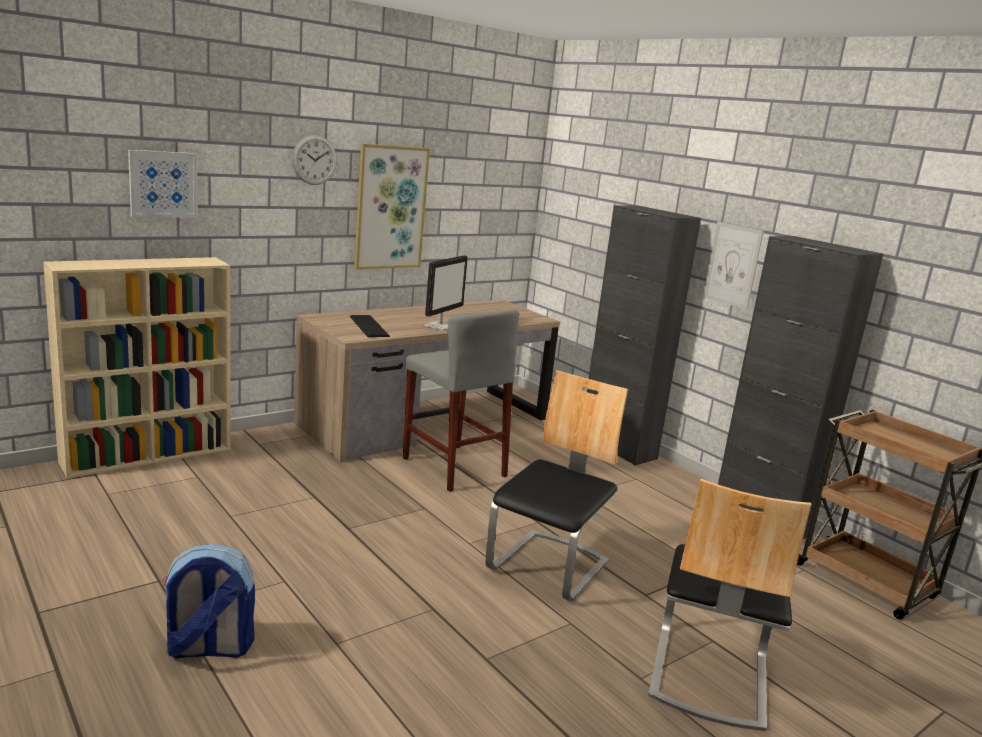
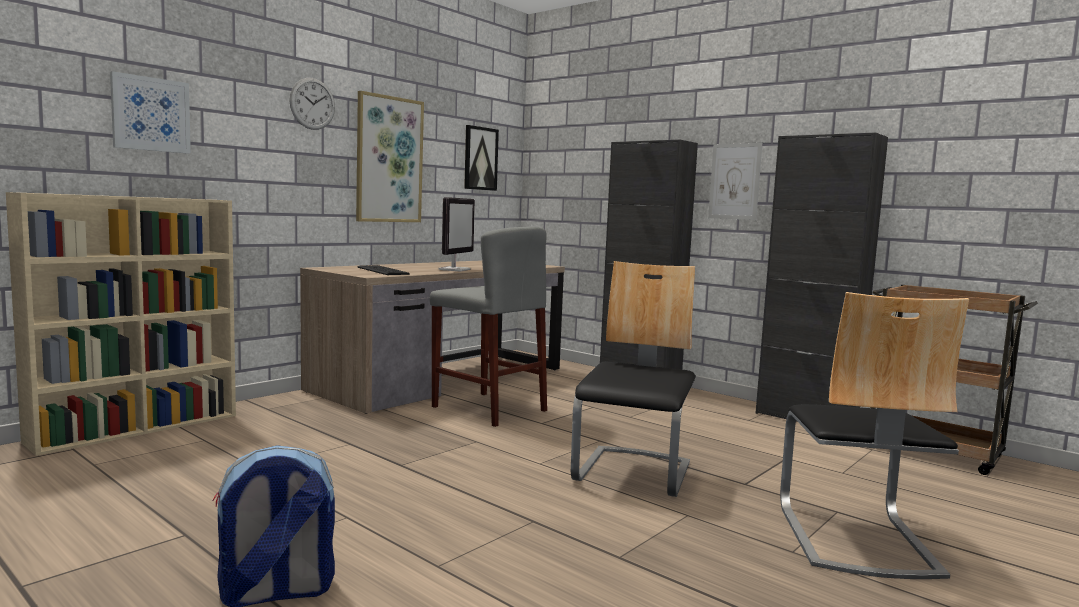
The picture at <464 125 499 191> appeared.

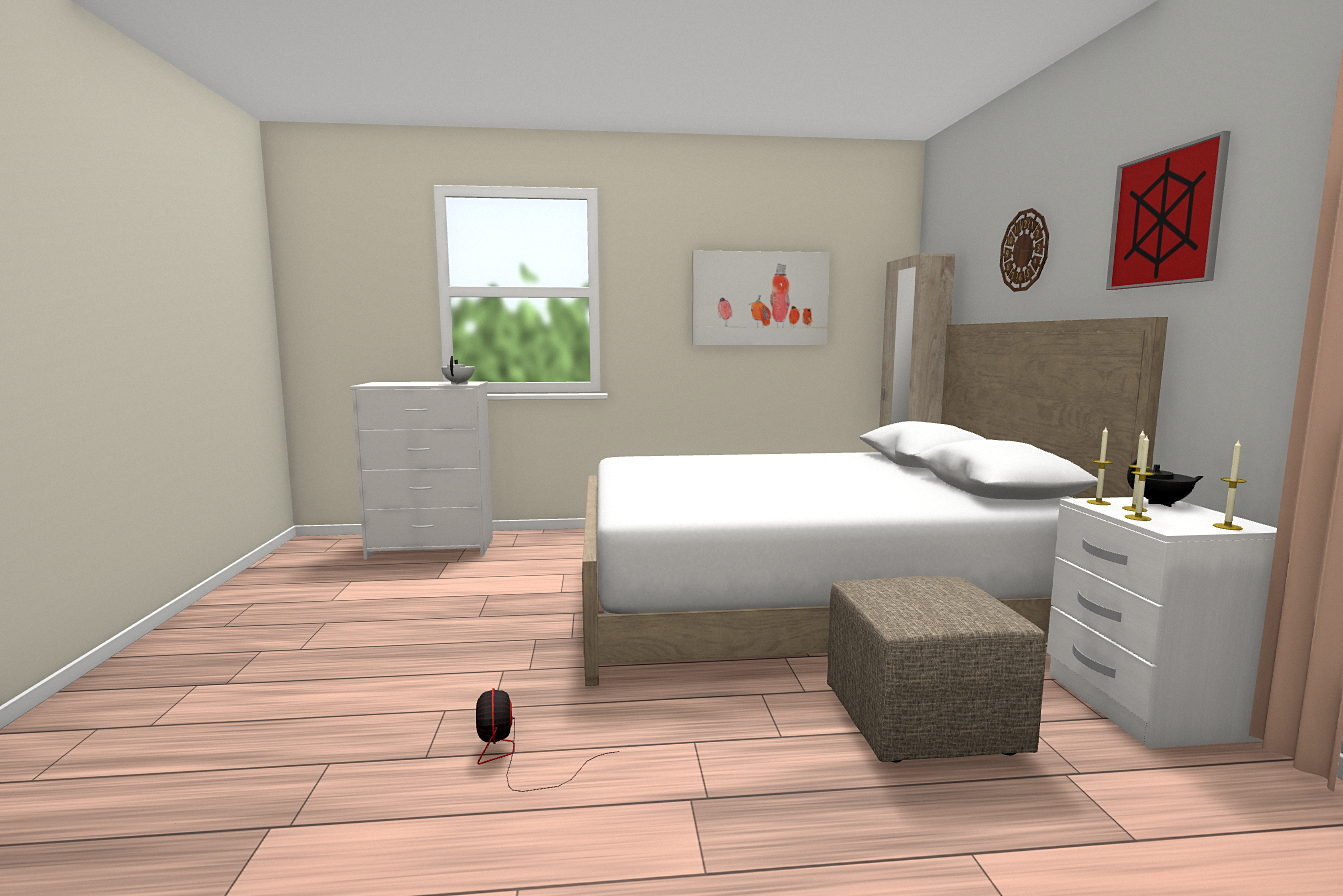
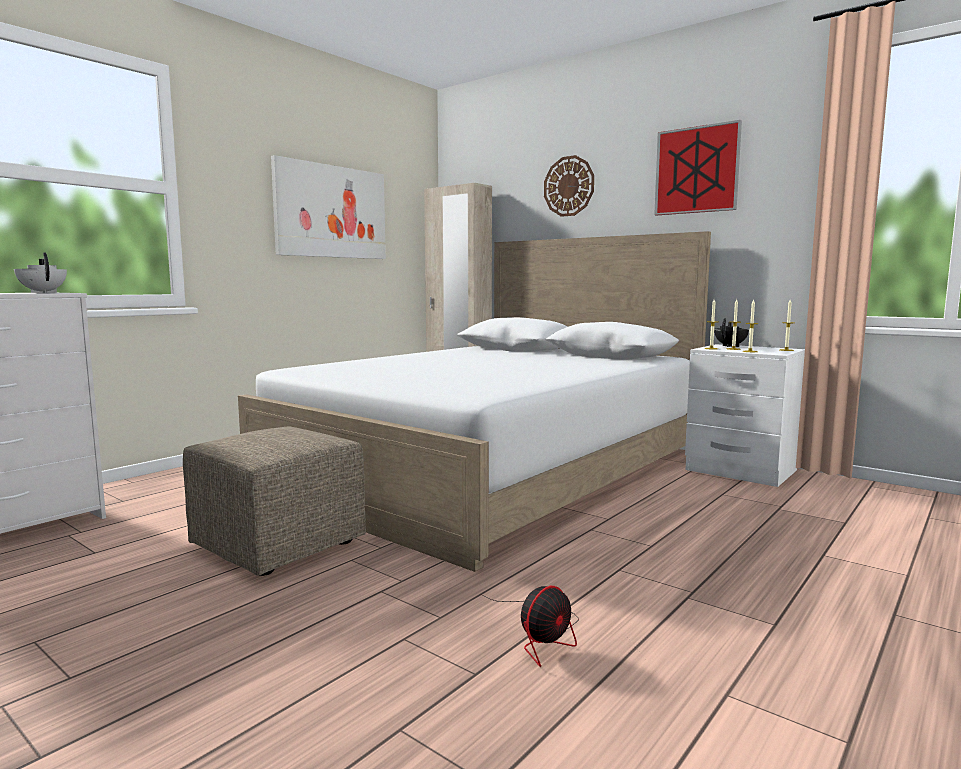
The pouffe (sand-coloured) moved from <827 576 1046 763> to <183 426 366 576>. The electric fan at <476 688 620 792> turned 75 degrees counterclockwise.

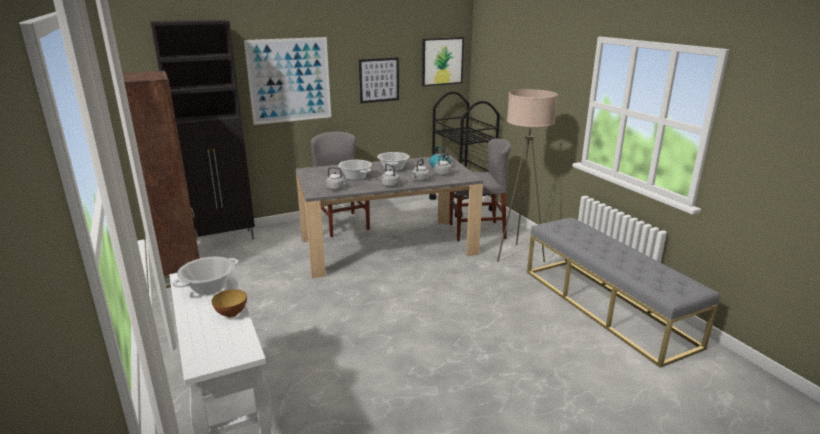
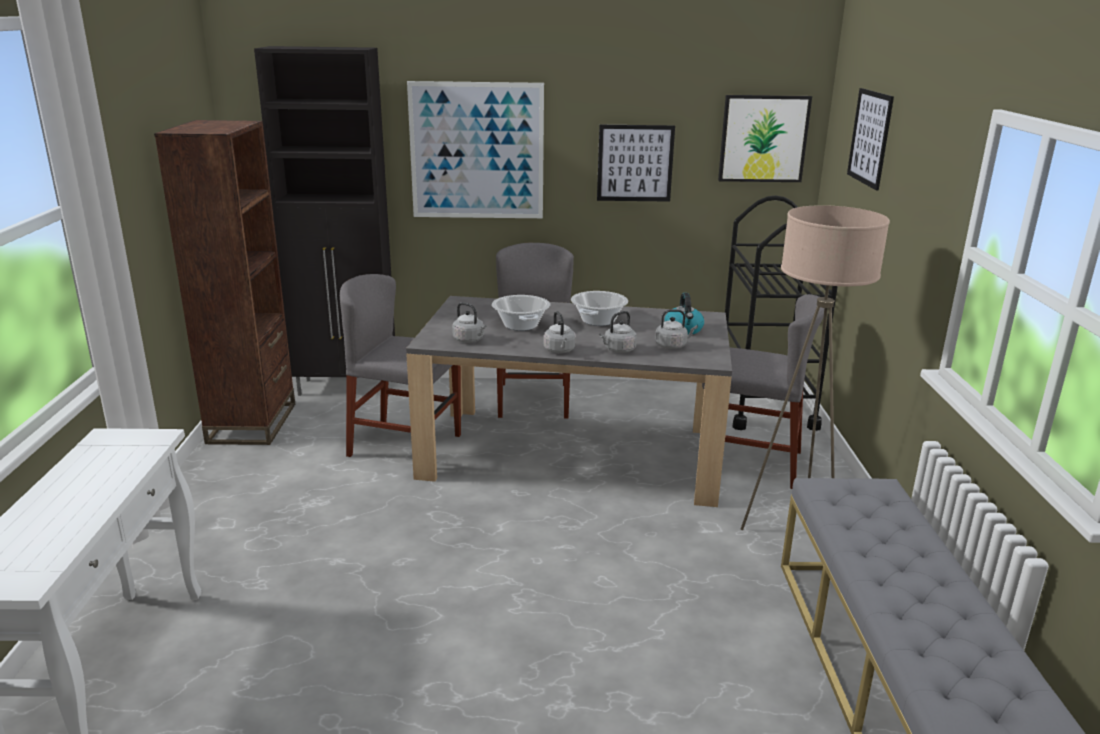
The stockpot at <172 257 239 295> disappeared. The bowl at <212 289 247 317> disappeared. The picture at <847 88 894 190> appeared. The plain chair (gray) at <340 274 461 457> appeared.

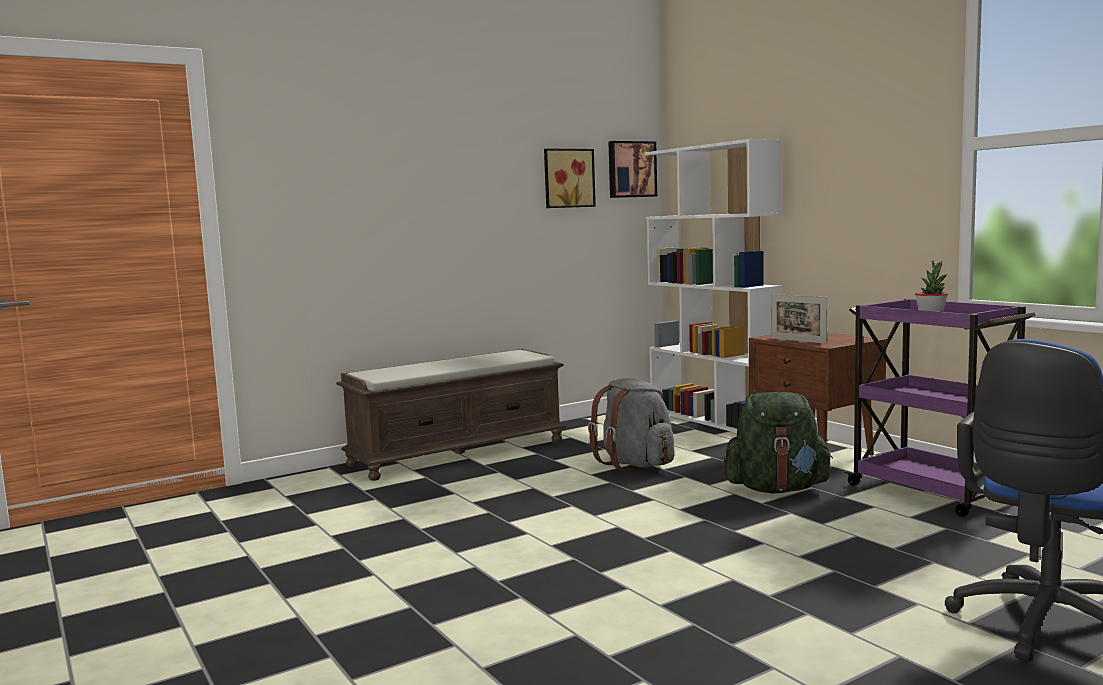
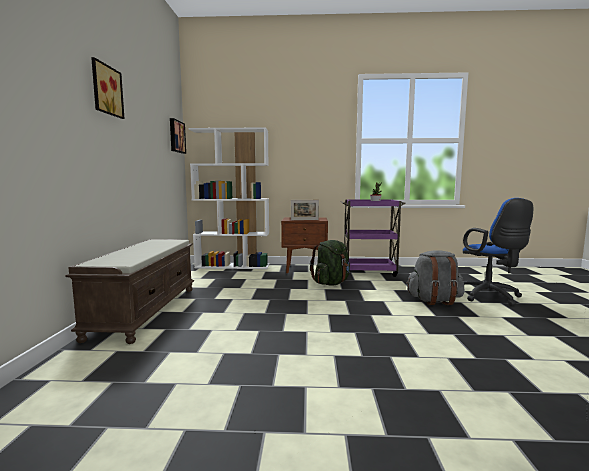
The picture moved from <544 149 596 208> to <91 57 125 119>. The knapsack (gray) moved from <588 378 675 471> to <406 250 465 305>.

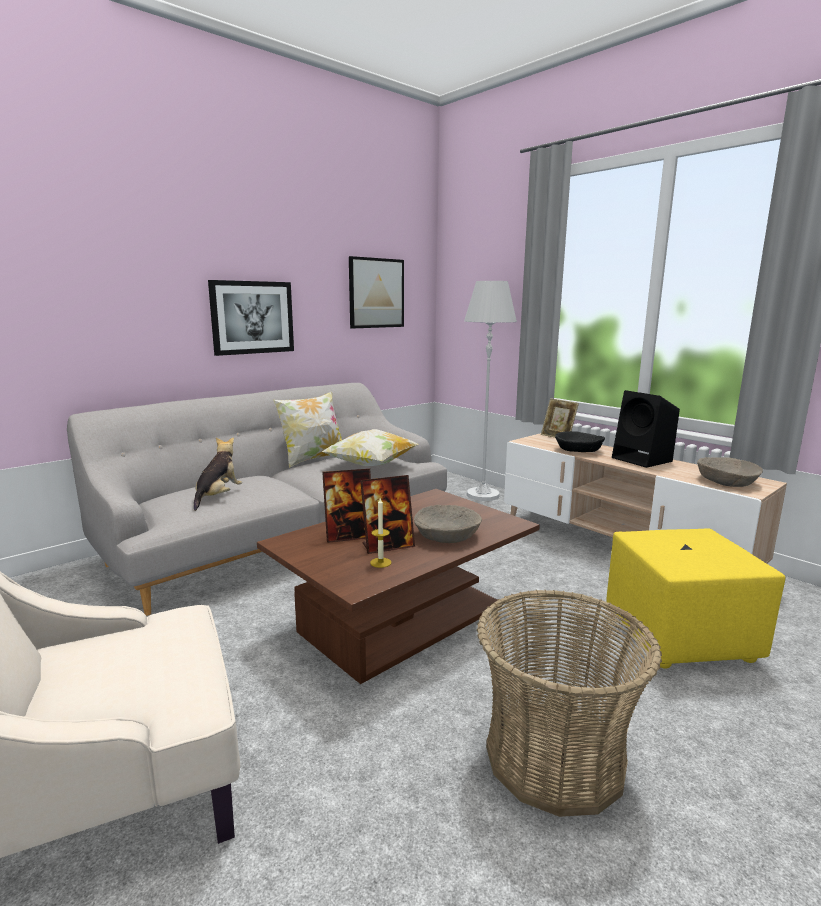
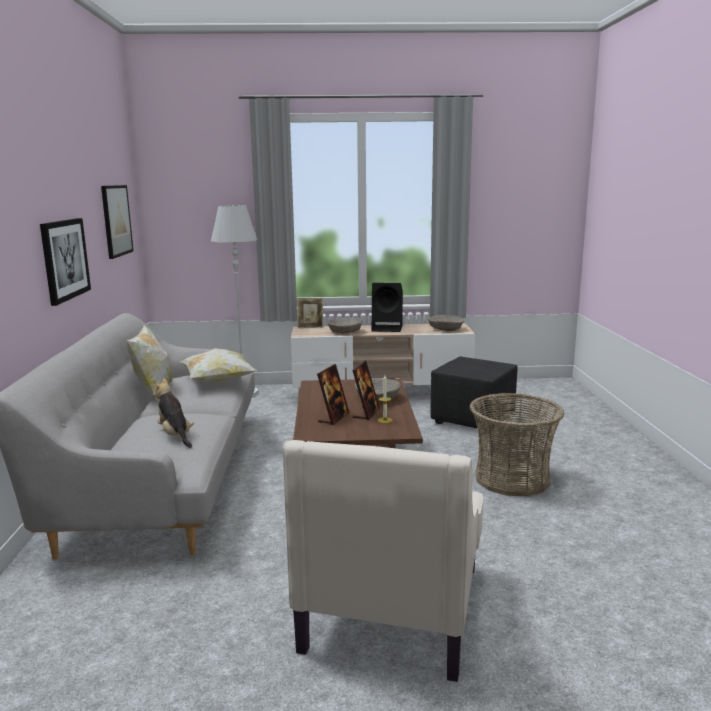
The bowl (black-coloured) at <555 431 605 452> became the bowl (sand-coloured) at <327 318 362 333>. The pouffe (yellow) at <606 528 786 669> became the pouffe (black-coloured) at <430 357 518 428>.

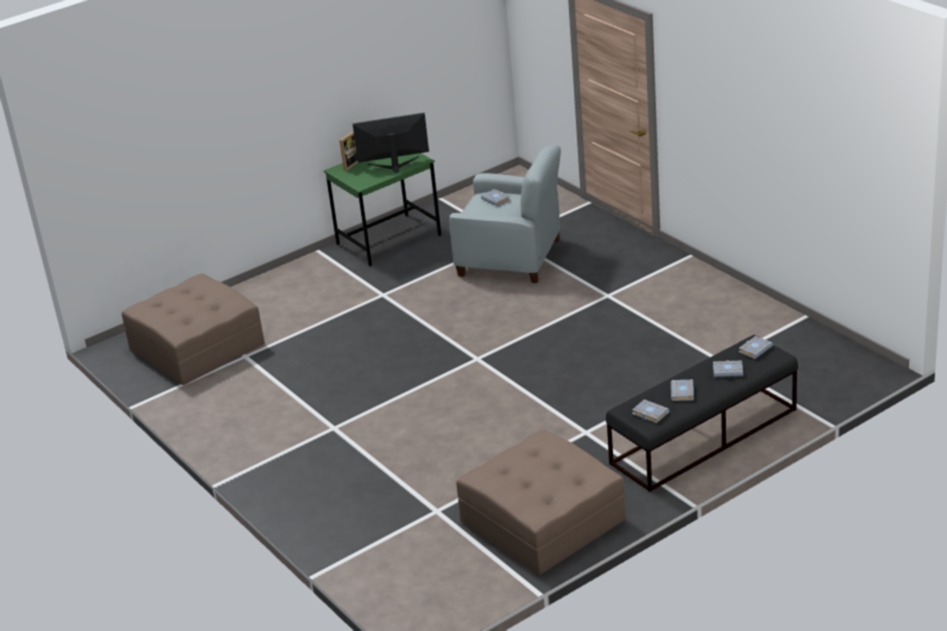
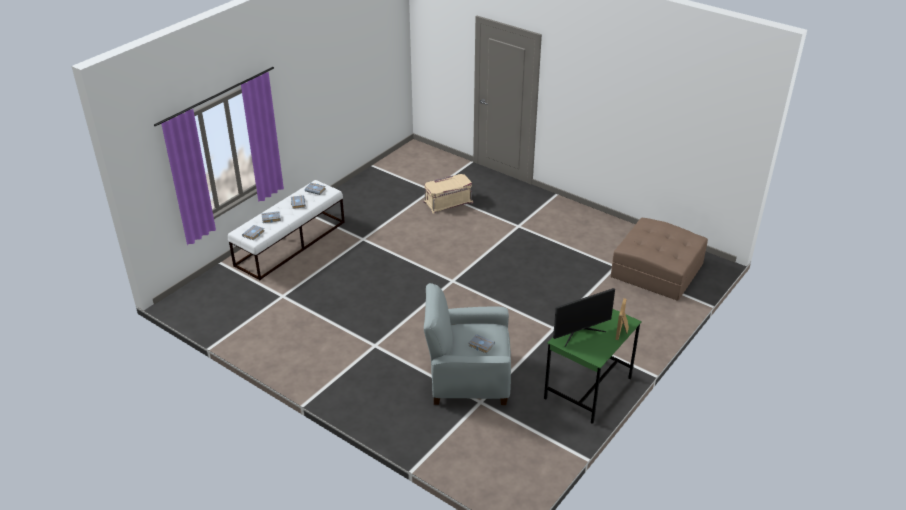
The indoor bench (black-coloured) at <606 335 798 492> became the indoor bench (whitish) at <228 180 345 280>. The pouffe (brownish) at <456 430 626 575> disappeared. The storage container (sand-coloured) at <423 174 473 214> appeared.

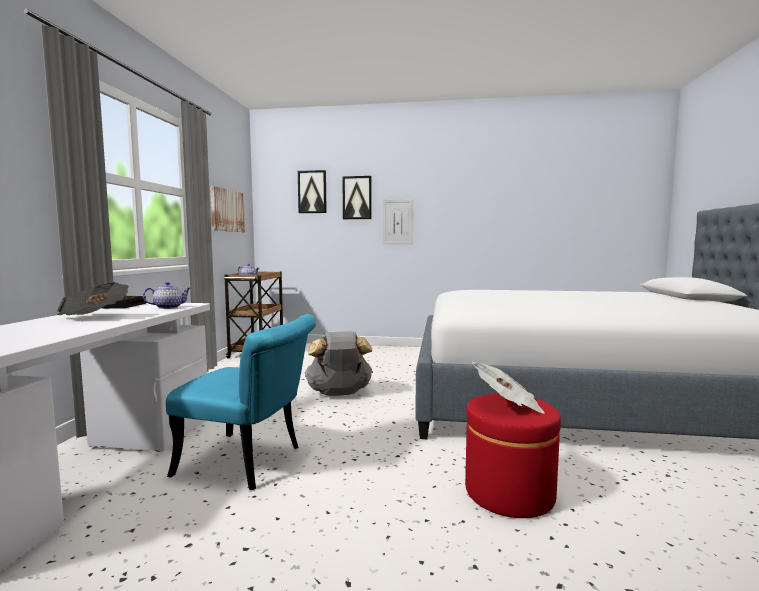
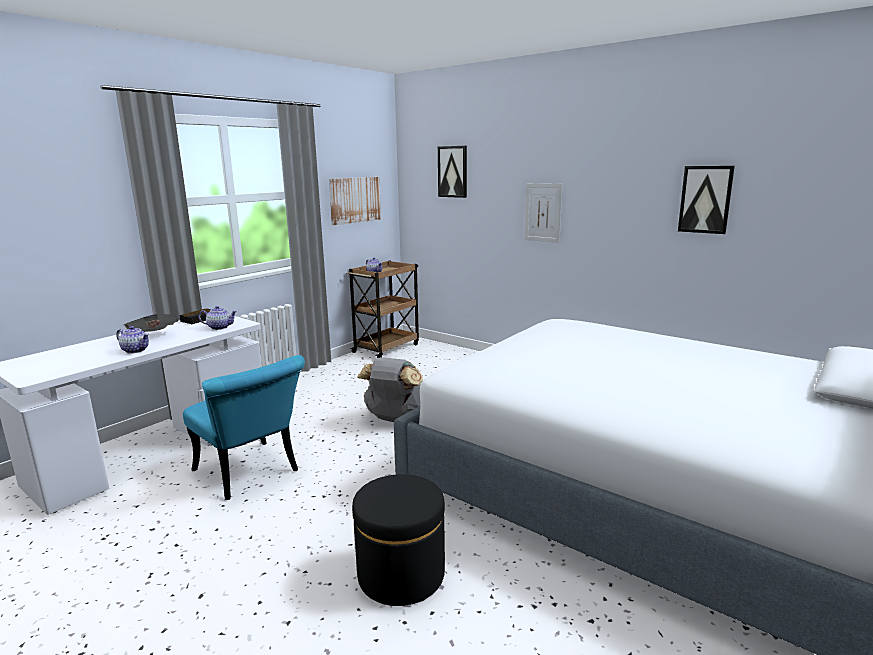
The picture moved from <342 176 371 219> to <678 166 735 234>. The newspaper at <472 362 545 413> disappeared. The pouffe (red-coloured) at <465 394 561 518> became the pouffe (black-coloured) at <352 474 445 606>. The teapot at <116 326 149 353> appeared.

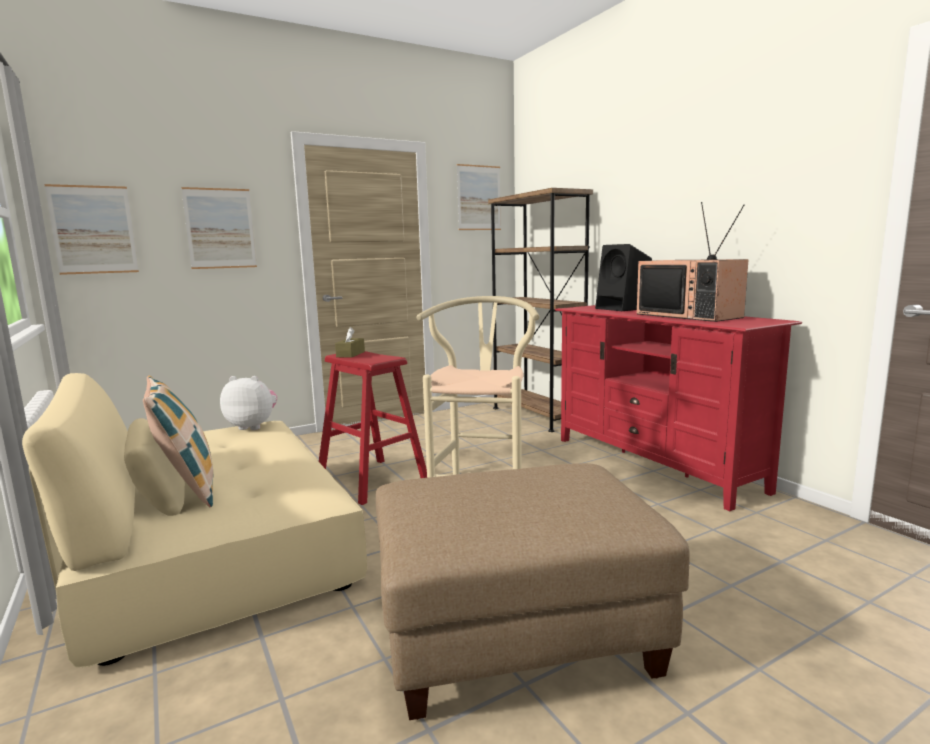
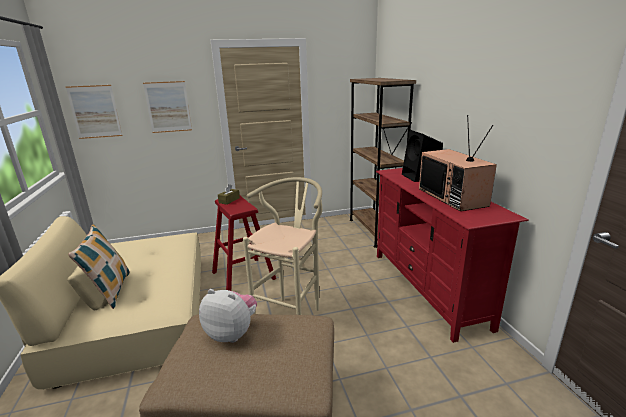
The picture at <457 164 501 230> disappeared. The cuddly toy moved from <220 376 277 430> to <199 289 257 343>.

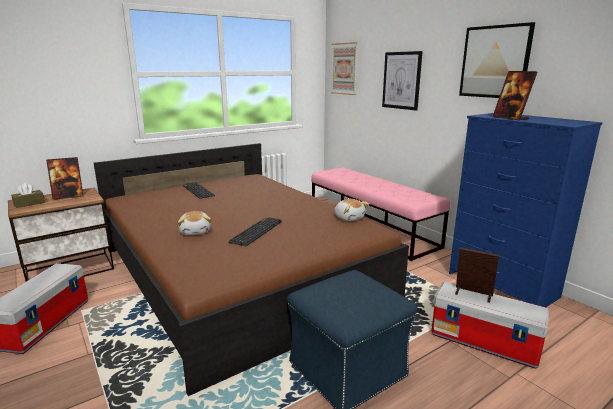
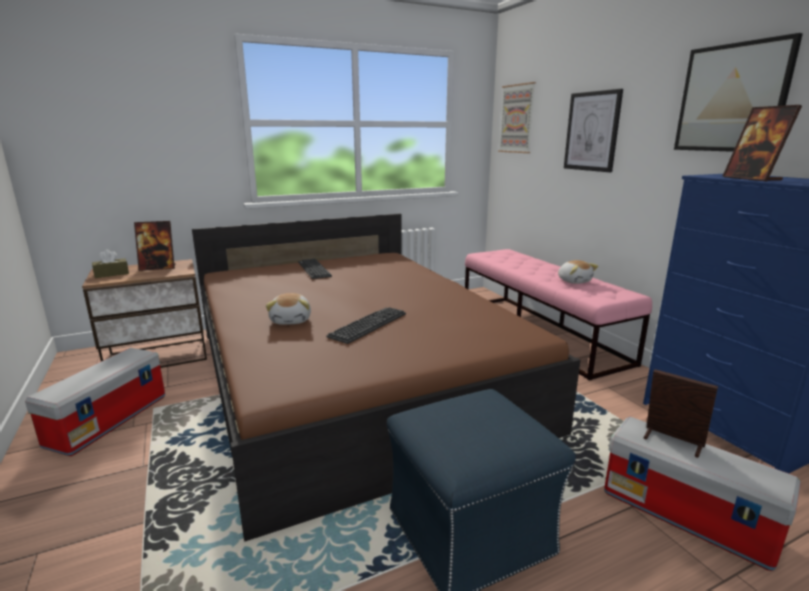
The cuddly toy moved from <334 199 369 221> to <558 260 599 284>.

